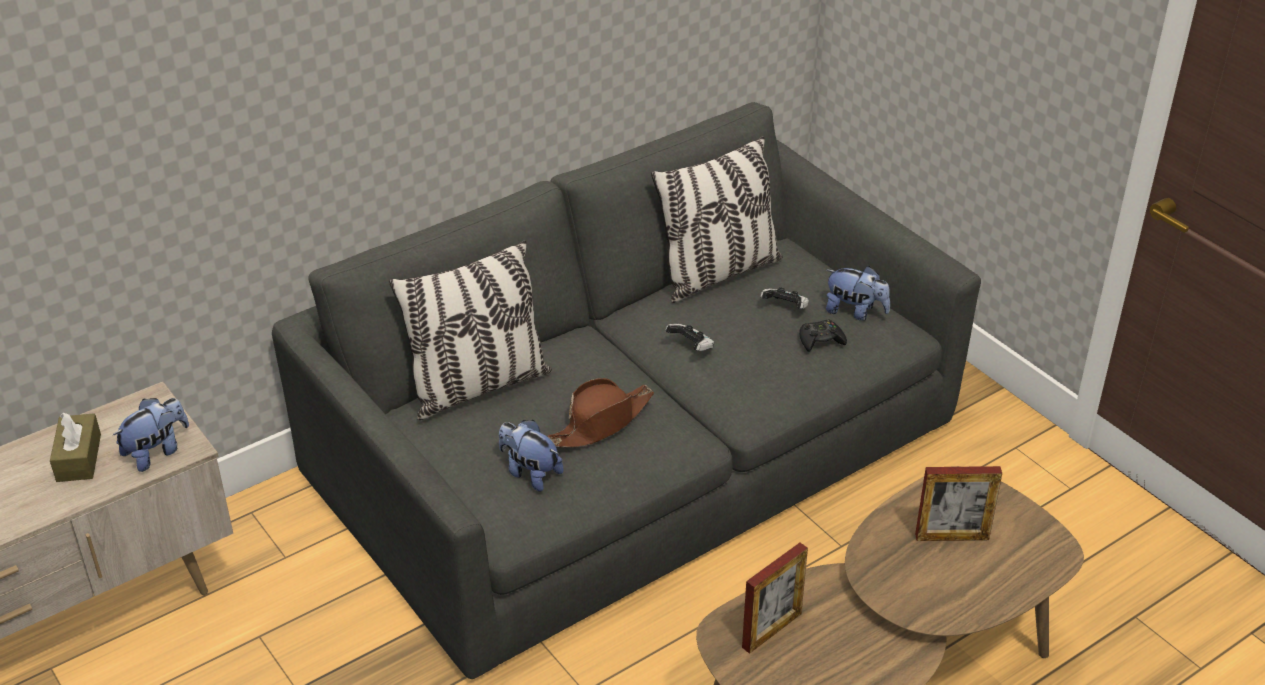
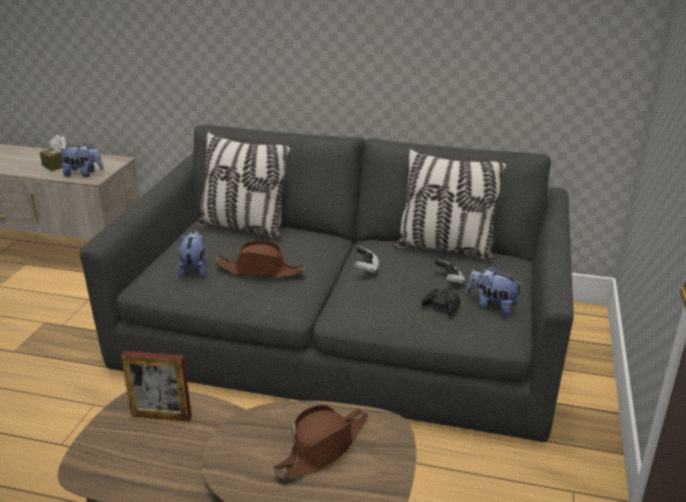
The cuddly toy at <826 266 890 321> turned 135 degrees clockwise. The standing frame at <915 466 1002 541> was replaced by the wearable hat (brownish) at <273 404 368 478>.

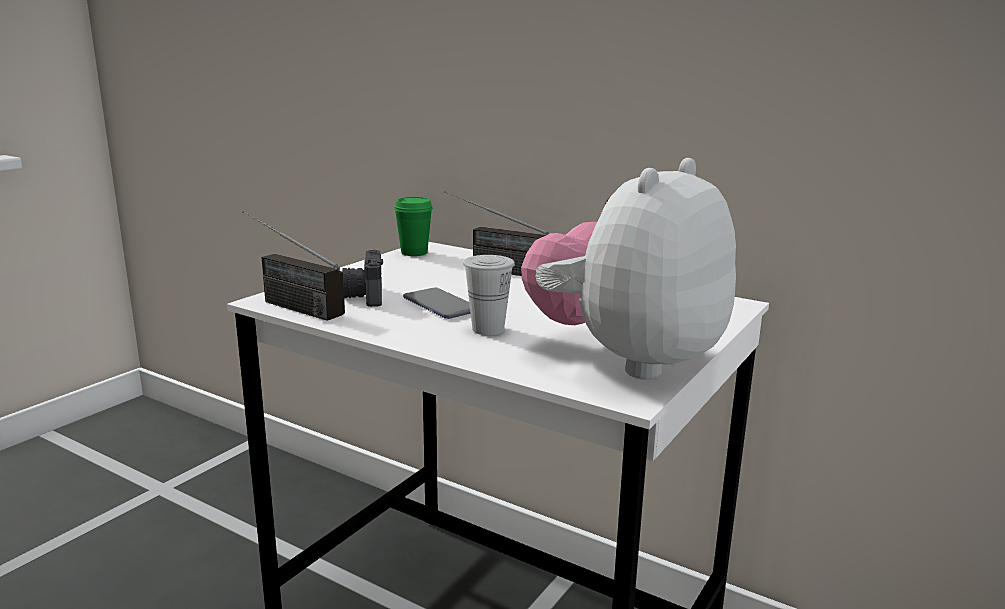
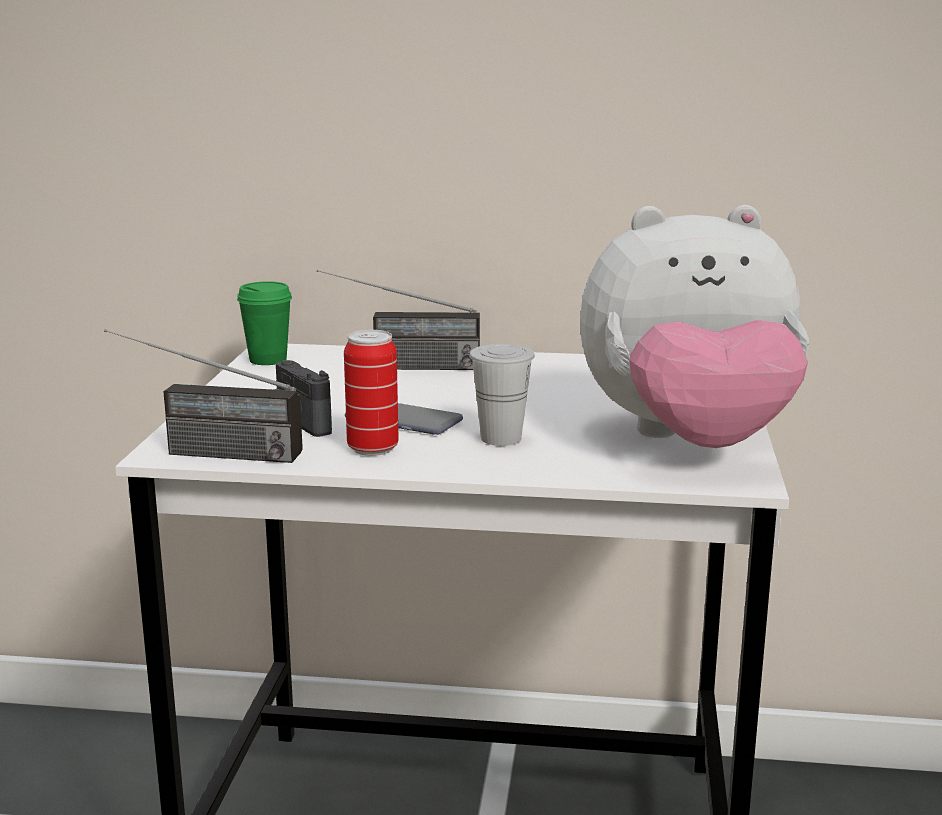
The cuddly toy at <521 158 736 380> turned 105 degrees counterclockwise. The metal can at <344 330 399 456> appeared.

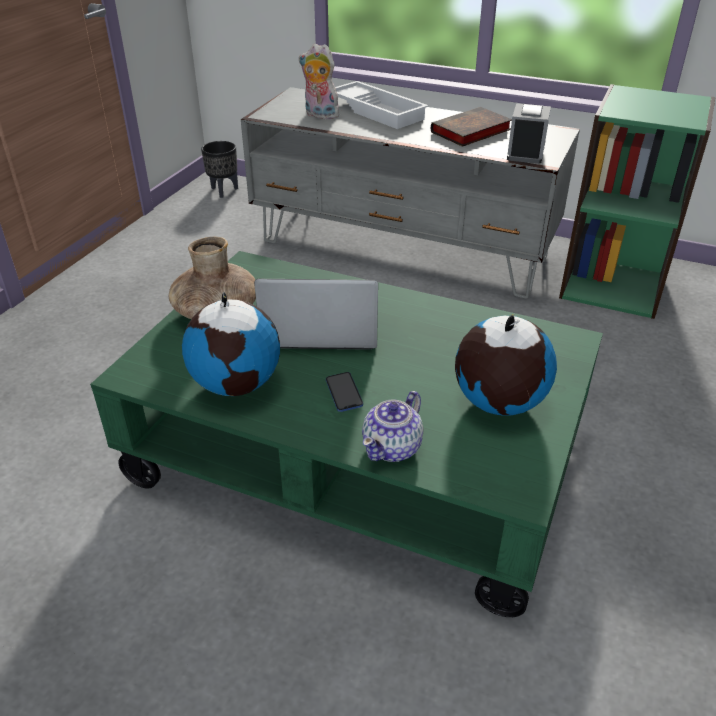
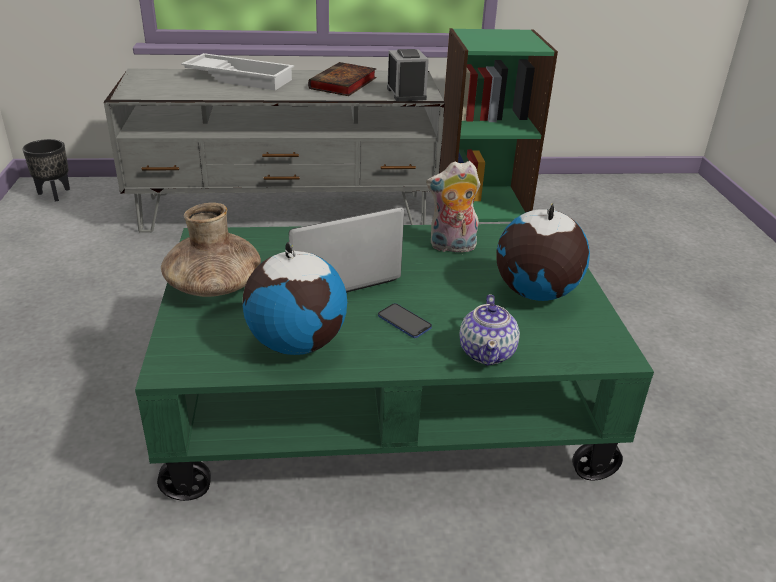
The cuddly toy moved from <299 43 342 119> to <426 161 480 254>.

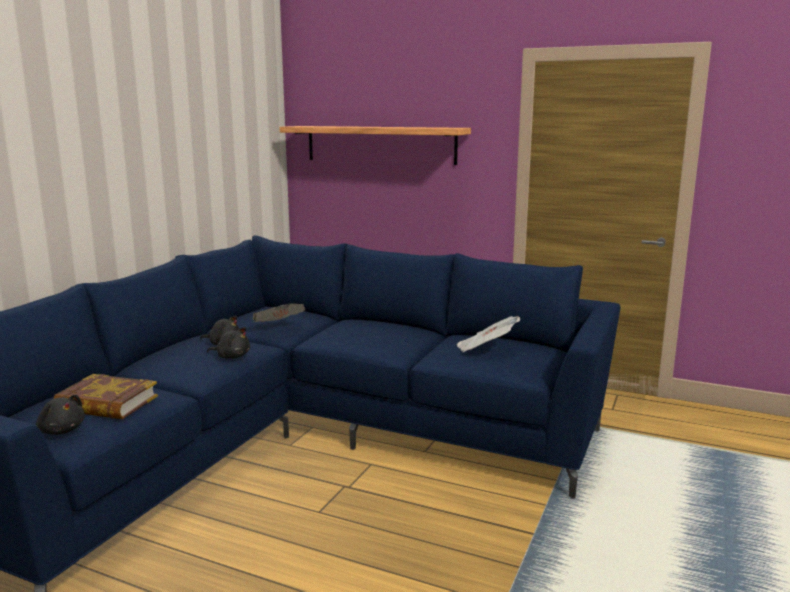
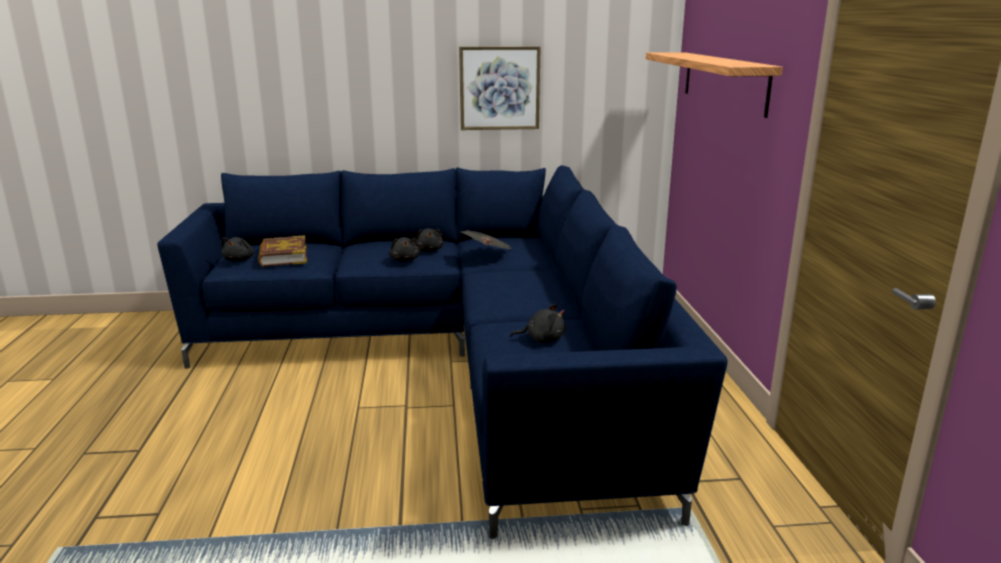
The newspaper at <457 316 520 352> was replaced by the cuddly toy (black-coloured) at <511 304 566 343>. The picture at <459 46 541 130> appeared.

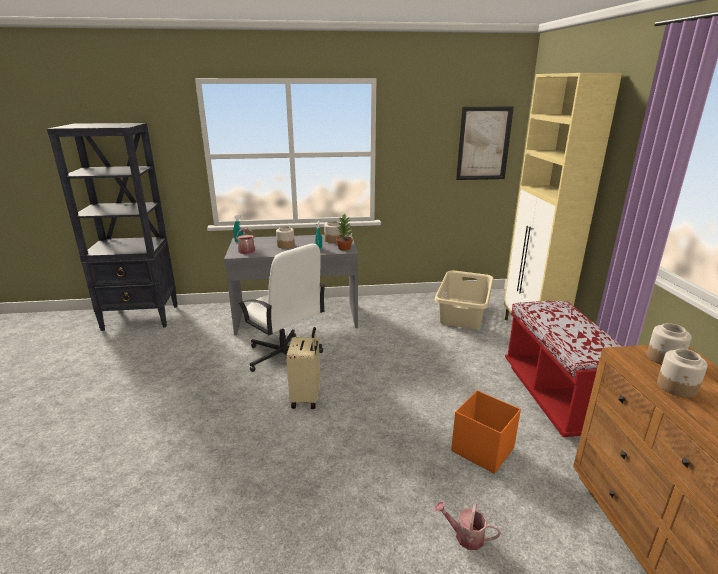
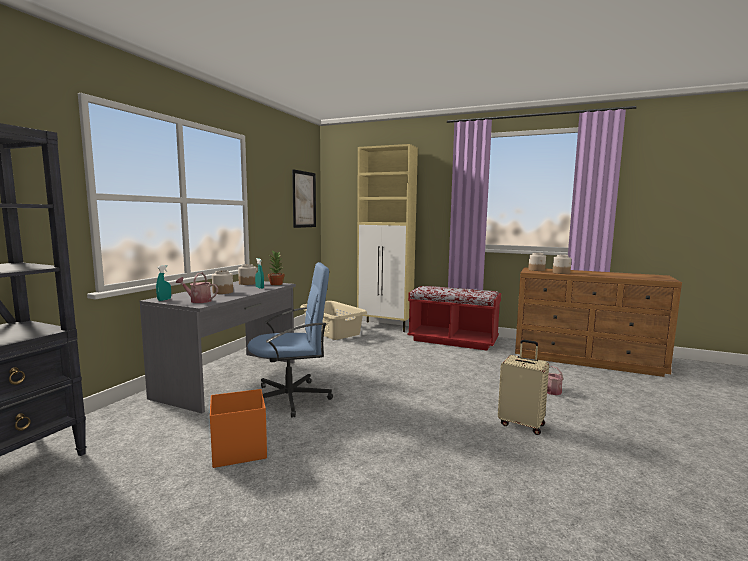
The office chair (whitish) at <238 244 326 372> became the office chair (bluish) at <247 262 333 417>. The travel case (sand-coloured) moved from <286 327 320 409> to <498 339 549 435>. The storage container (orange-coloured) moved from <451 390 521 474> to <210 389 267 468>.

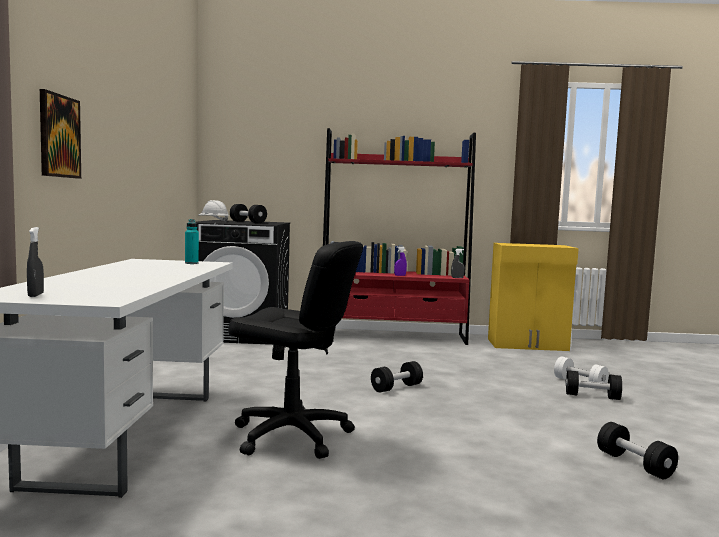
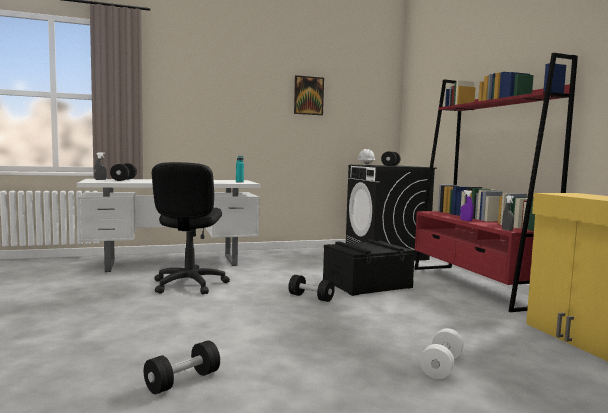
The picture moved from <40 89 81 179> to <294 75 324 115>. The dumbbell (black-coloured) moved from <565 370 622 400> to <110 163 137 181>. The storage container (black-coloured) at <323 239 415 296> appeared.

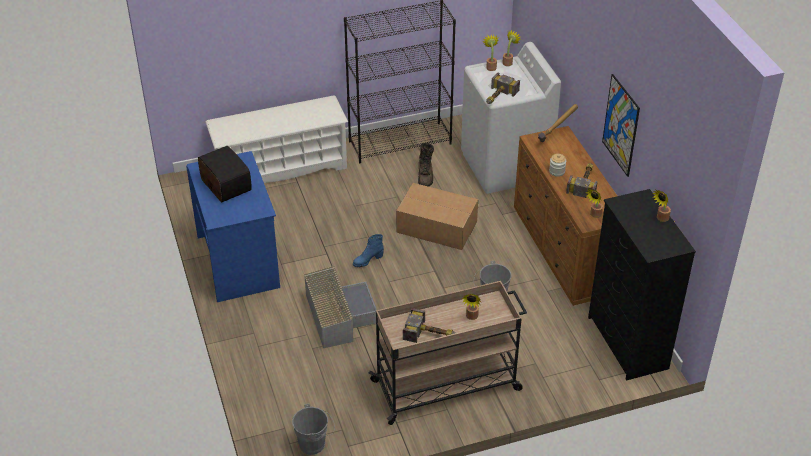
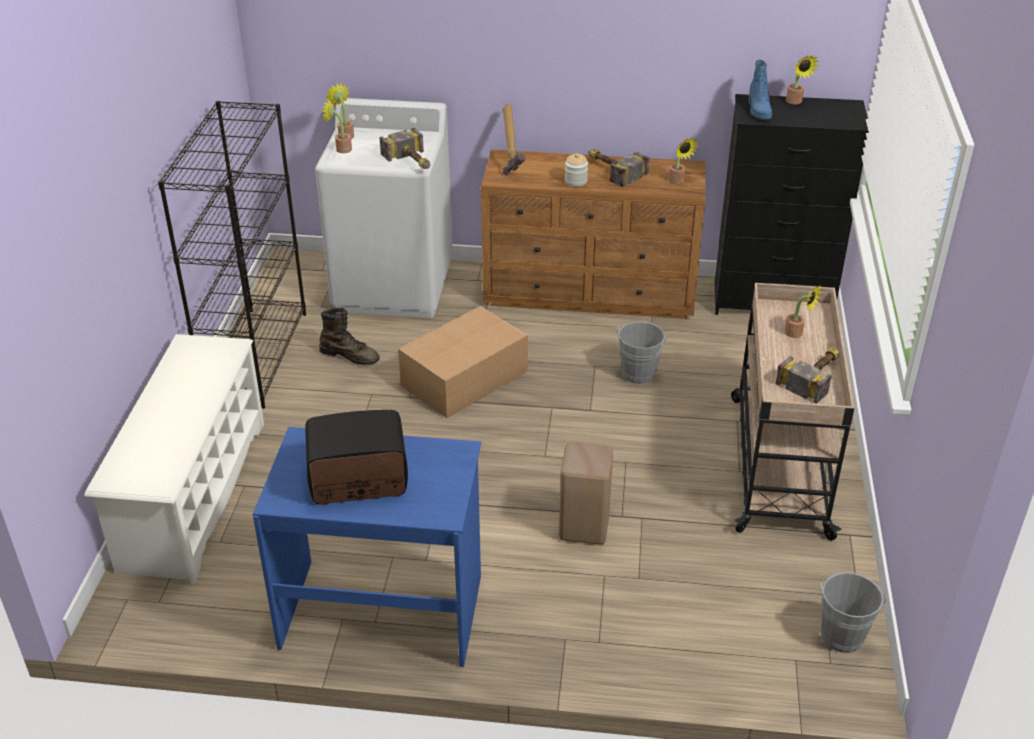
The picture at <602 74 640 177> disappeared. The tall boot (bluish) moved from <353 234 384 267> to <749 60 772 120>. The storage container (gray) at <304 266 377 348> was replaced by the stool (sand-coloured) at <559 442 613 545>.

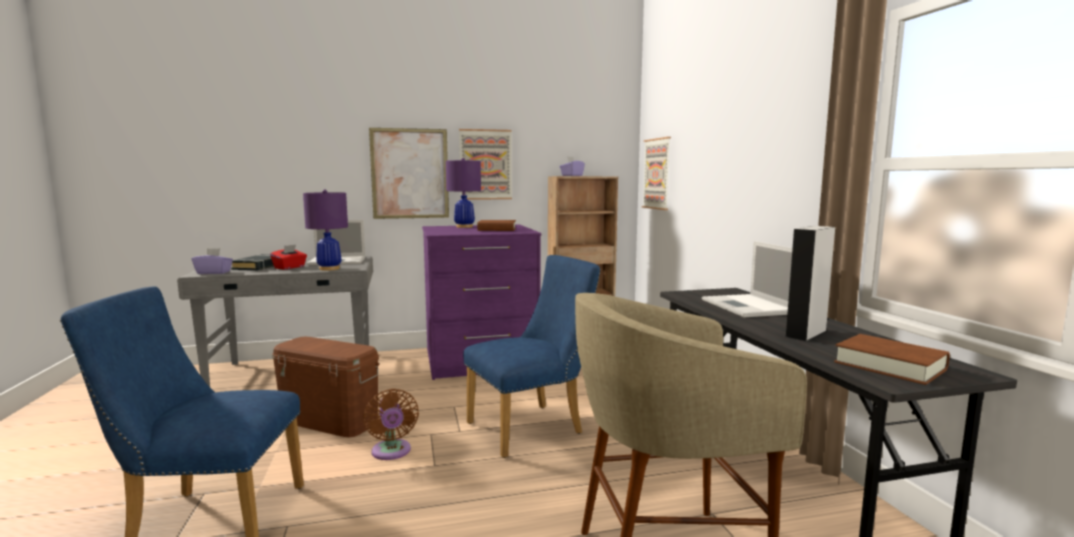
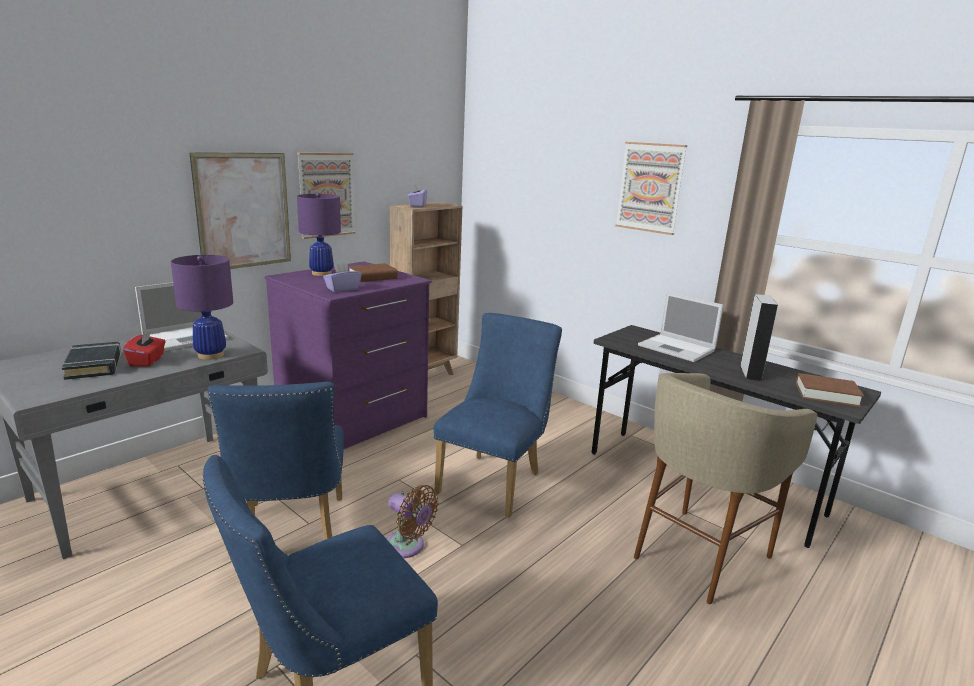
The picture moved from <642 137 671 210> to <615 142 687 235>. The tissue box (purple) moved from <192 248 233 274> to <323 263 362 292>. The storage container (brownish) at <272 337 380 437> was replaced by the plain chair (bluish) at <208 382 344 540>.

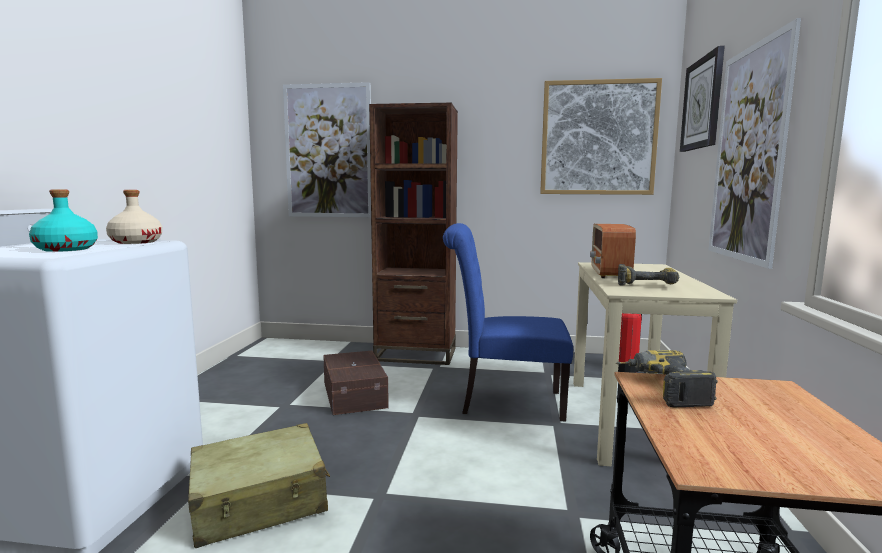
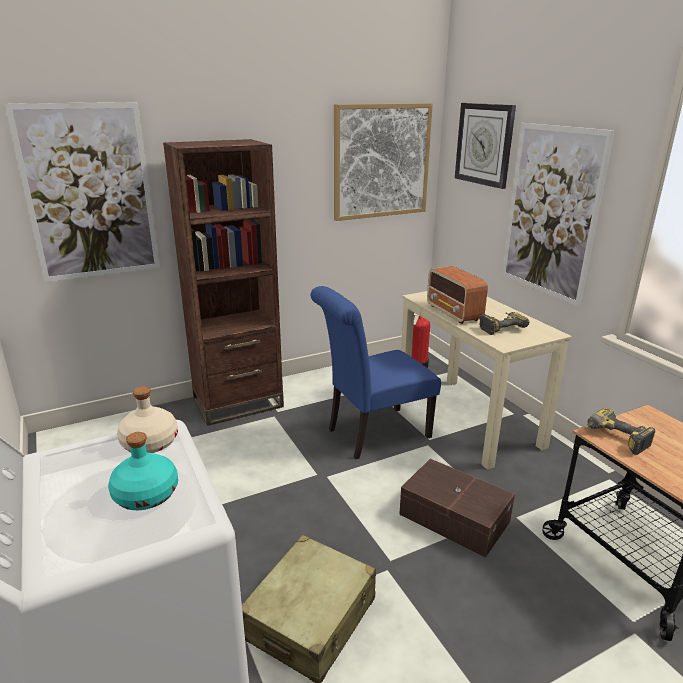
The storage container (brownish) moved from <323 351 389 415> to <399 459 515 557>.

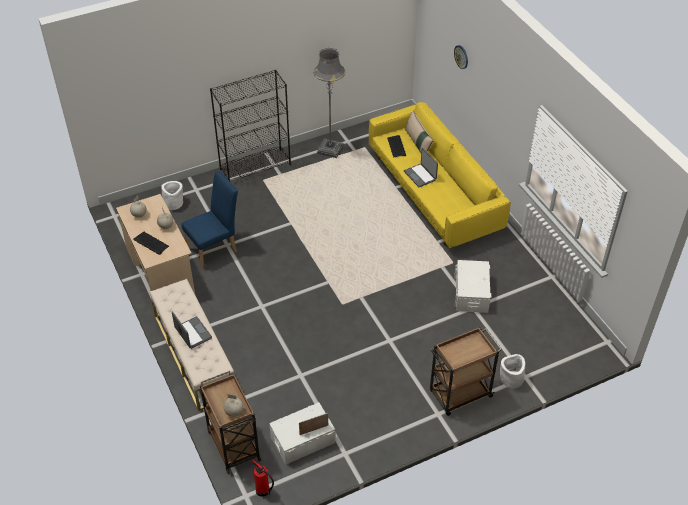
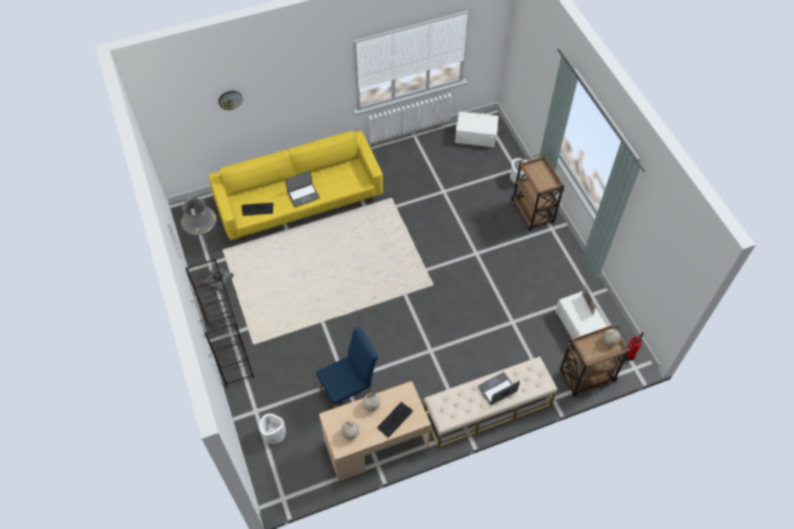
The throw pillow (sand-coloured) at <405 111 434 153> disappeared. The plain chair (bluish) at <181 171 238 269> turned 90 degrees clockwise. The storage container (whitish) moved from <454 260 491 313> to <455 111 499 147>.

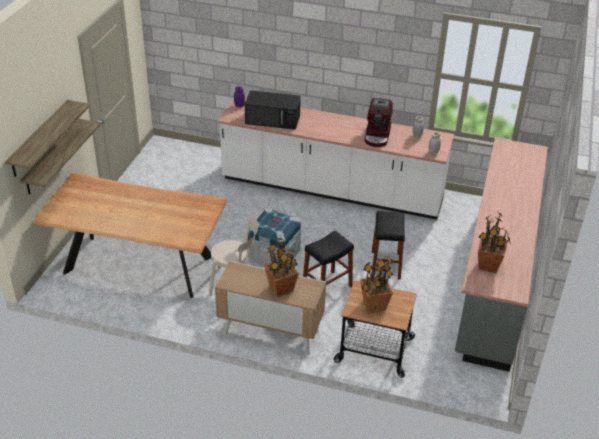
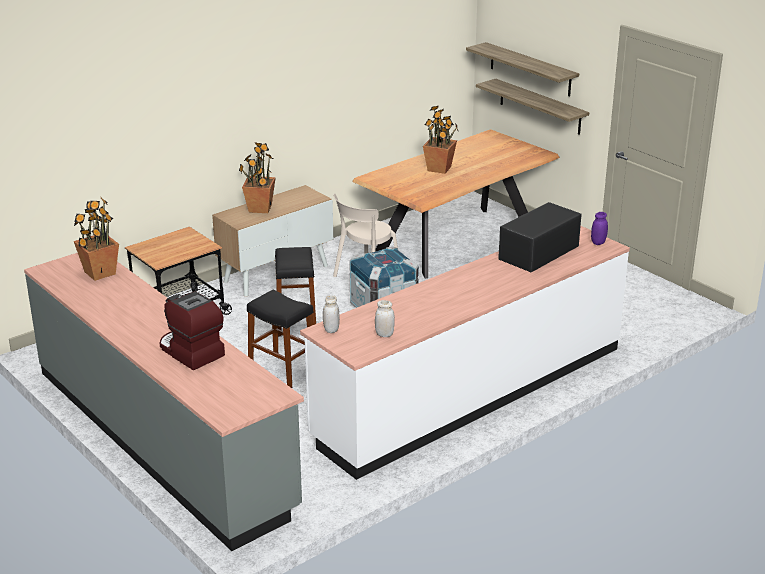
The coffee brewer moved from <364 98 393 147> to <160 291 225 370>. The potted plant moved from <360 256 393 313> to <423 106 458 174>.

